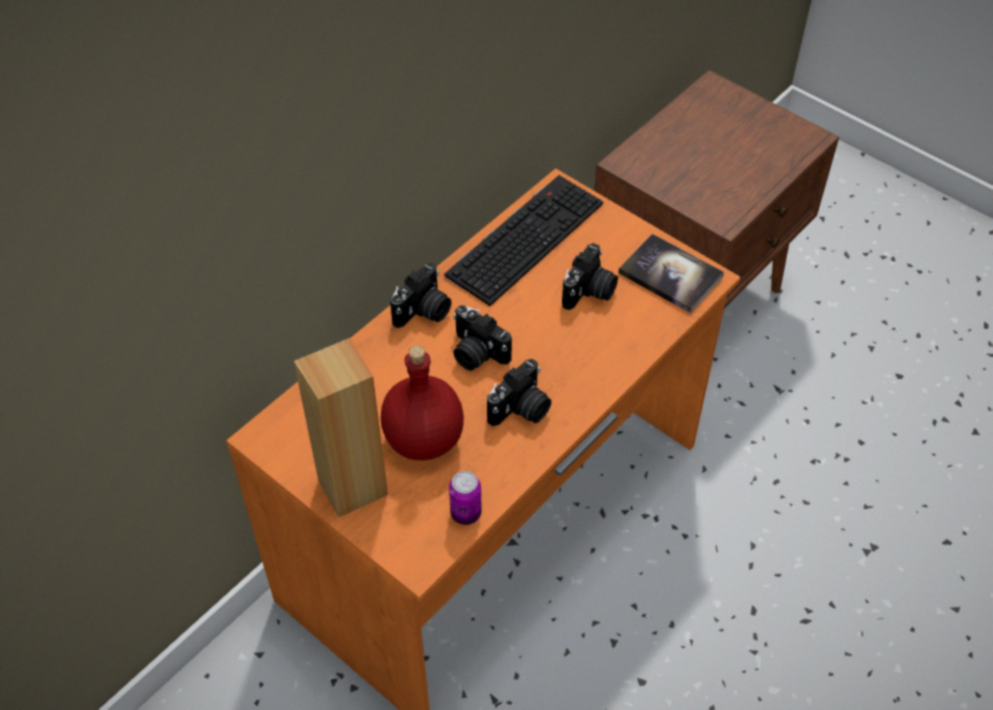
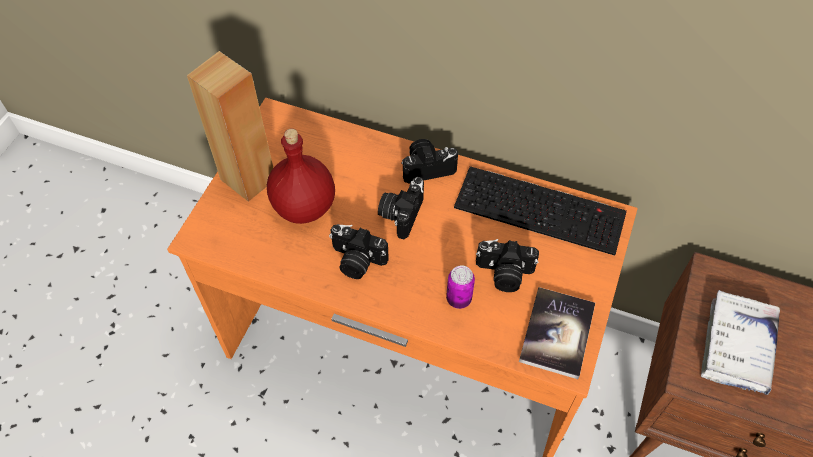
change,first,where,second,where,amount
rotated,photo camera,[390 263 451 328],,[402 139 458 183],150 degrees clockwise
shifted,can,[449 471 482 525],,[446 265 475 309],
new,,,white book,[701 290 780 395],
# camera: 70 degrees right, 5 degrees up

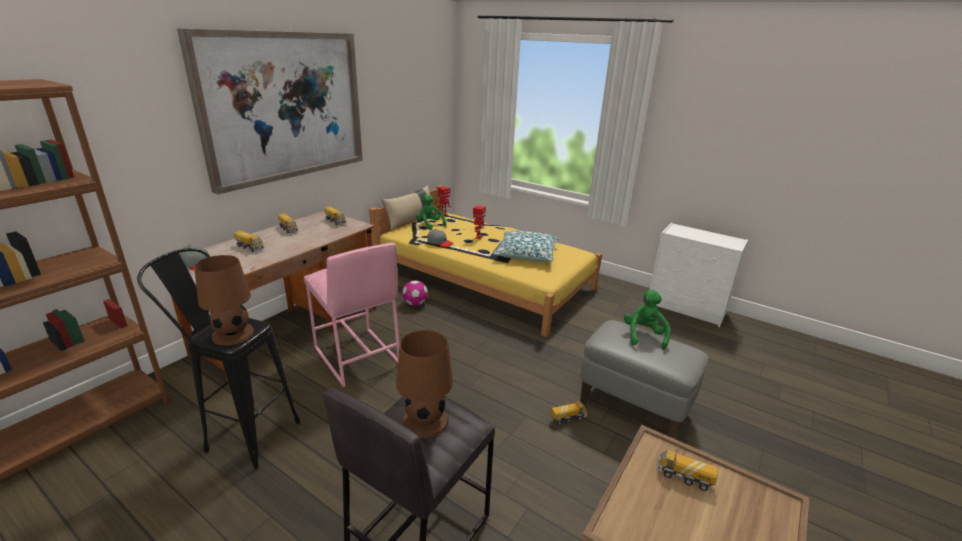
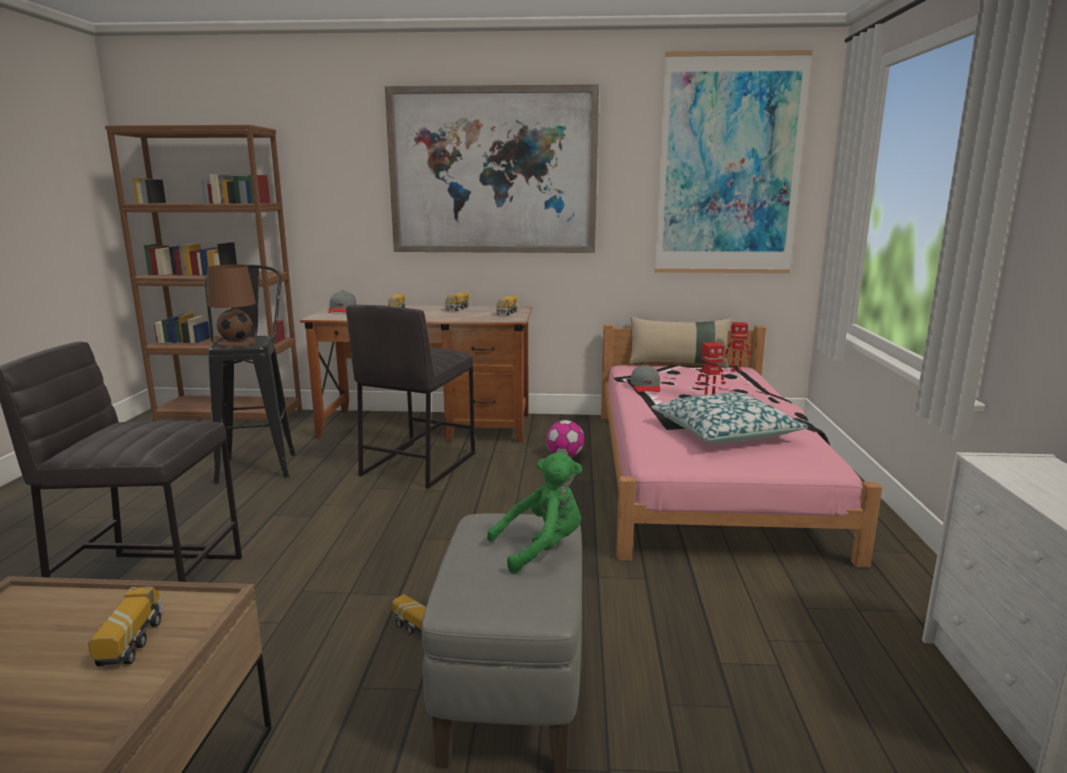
change,first,where,second,where,amount
repainted,yellow bed,[369 185 602 337],pink bed,[601 324 882 568],
gone,green plush toy,[416 194 446 230],,,
repainted,pink stool,[304 243 400 387],grey stool,[346 305 475 489],
gone,brown table lamp,[396 330 453 438],,,
new,,,picture,[655 50 813 273],
# camera: 60 degrees right, 10 degrees down

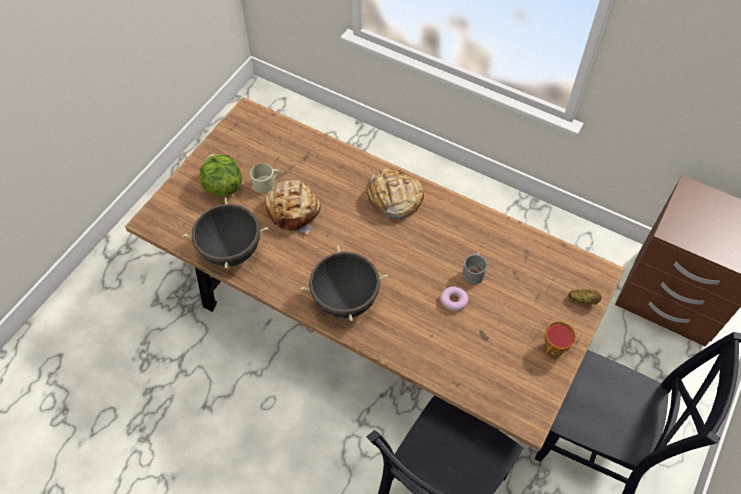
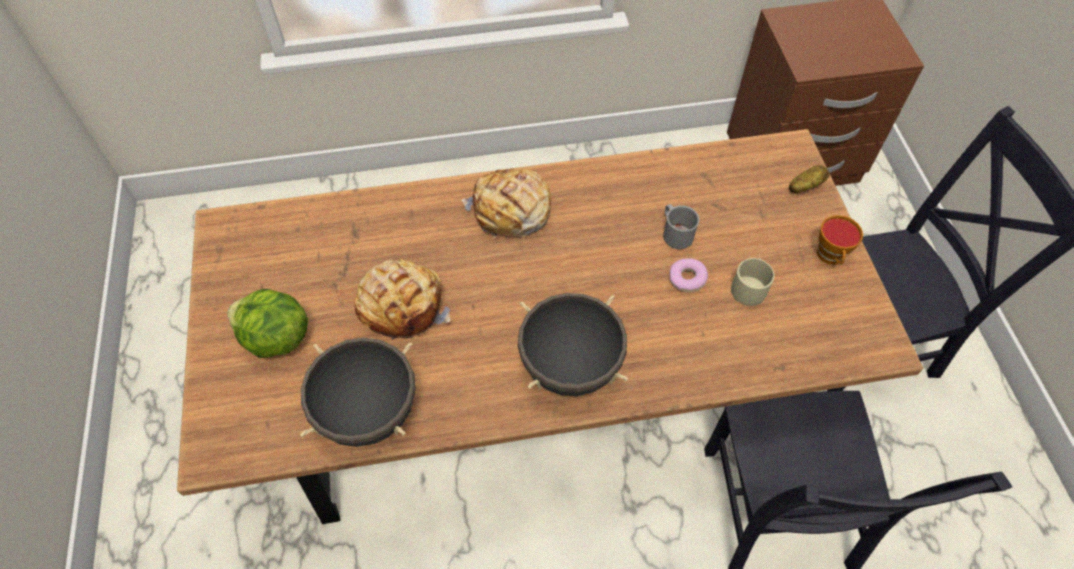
change,first,where,second,where,amount
shifted,beige mug,[250 163 279 194],,[731 258 775 306],
# camera: 40 degrees left, 0 degrees up

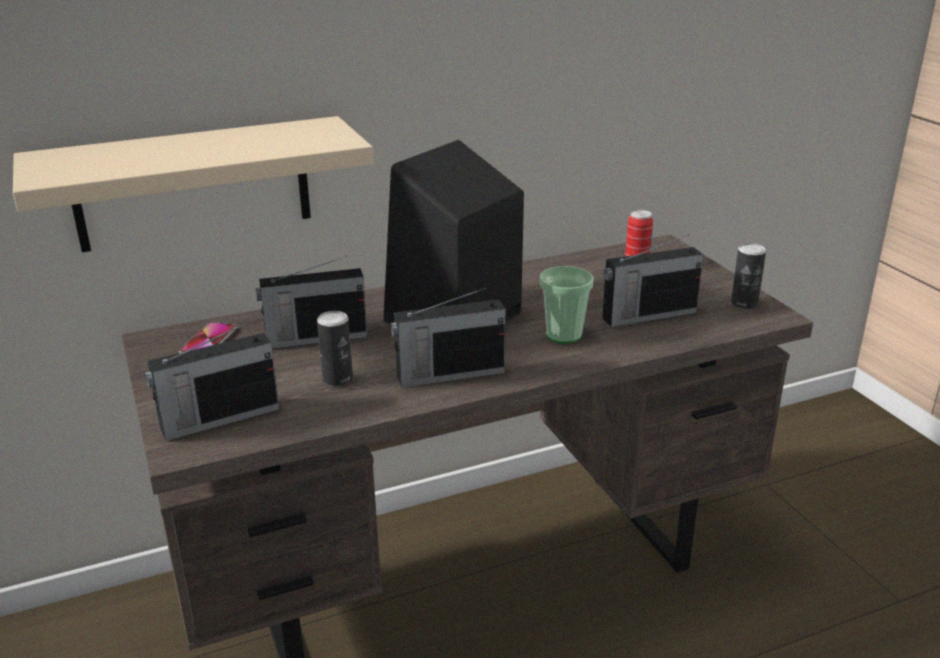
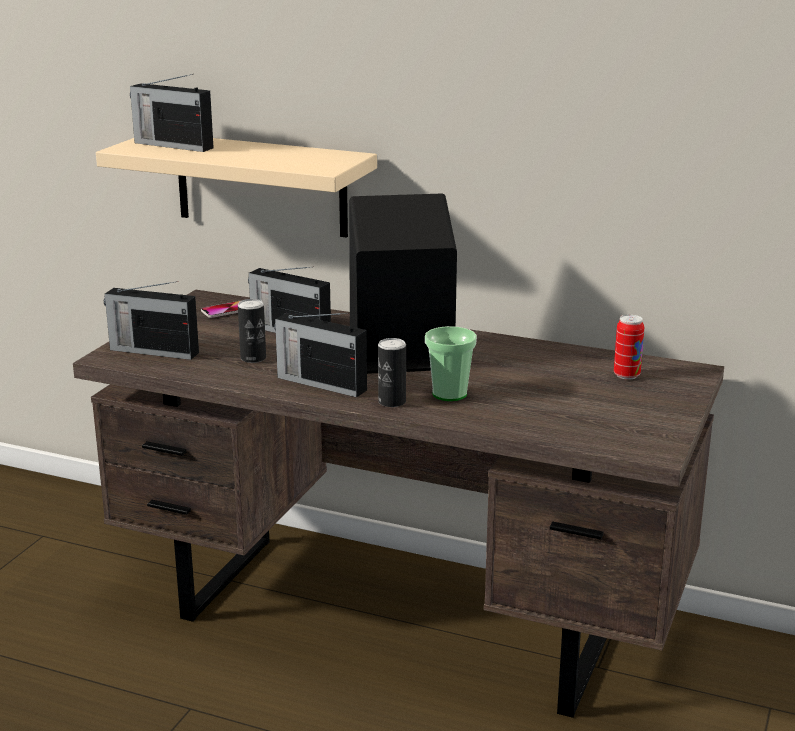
change,first,where,second,where,amount
shifted,radio,[602 235 704 327],,[130 74 214 152],
shifted,can,[731 243 766 309],,[378 338 406 407],
# camera: 45 degrees right, 5 degrees down

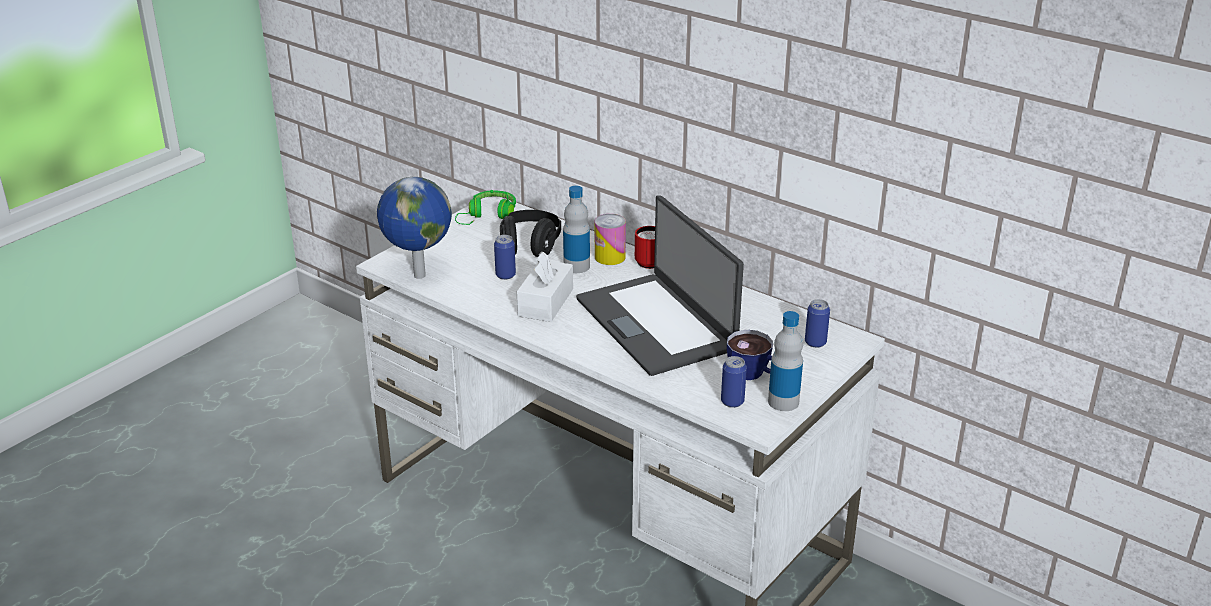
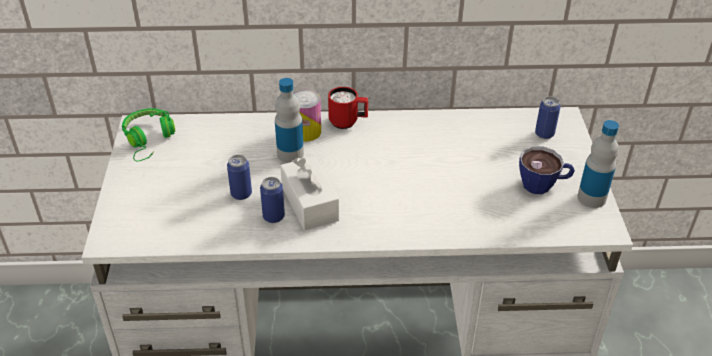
change,first,where,second,where,amount
gone,globe,[377 177 452 279],,,
gone,laptop,[576 195 744 376],,,
gone,black headphones,[500 210 561 257],,,
shifted,can,[721 356 747 408],,[260 177 285 223],
# camera: 40 degrees left, 10 degrees up

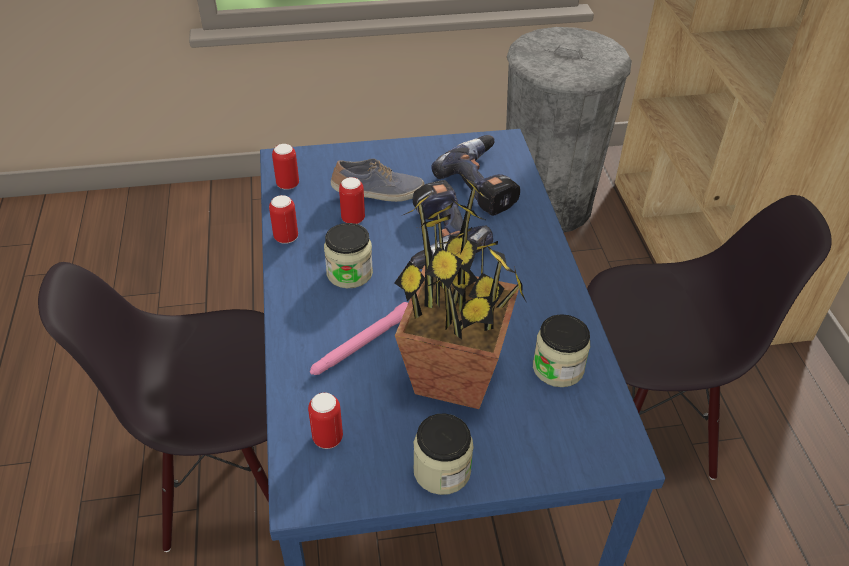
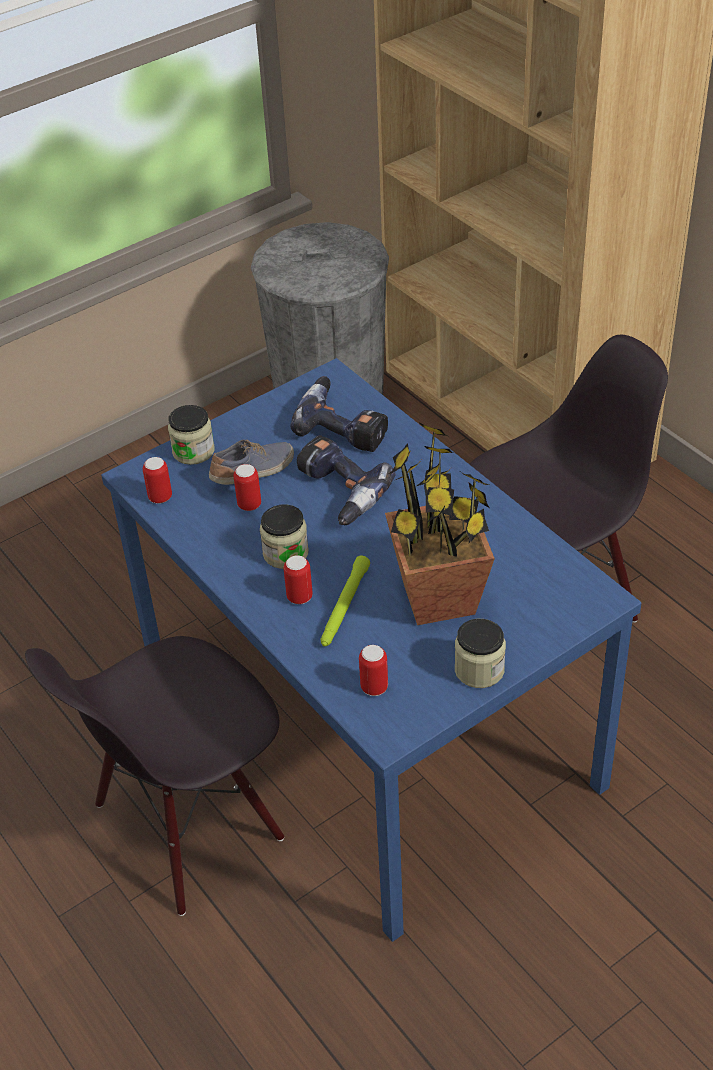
change,first,where,second,where,amount
shifted,can,[269 195 298 244],,[284 555 313 604],
repainted,pink flashlight,[310 302 408 375],green flashlight,[321 556 370 646],
shifted,jar,[533 314 590 387],,[168 405 214 465],
# camera: 25 degrees left, 0 degrees up

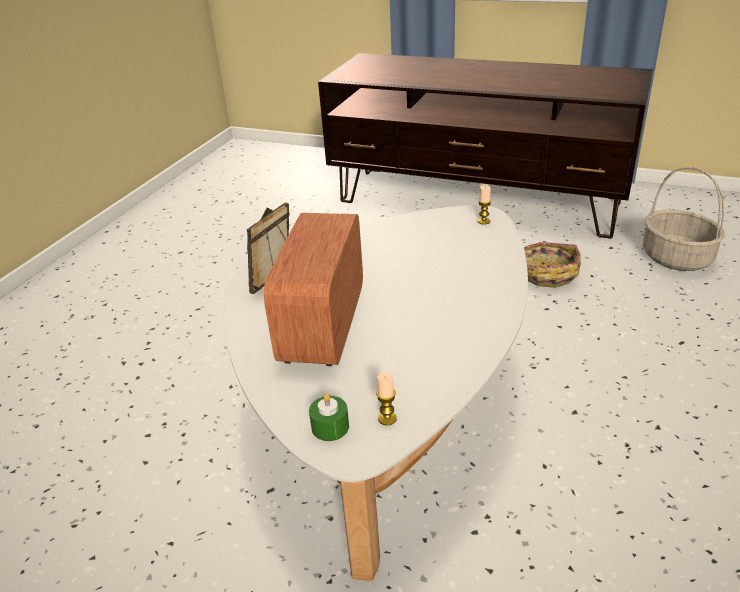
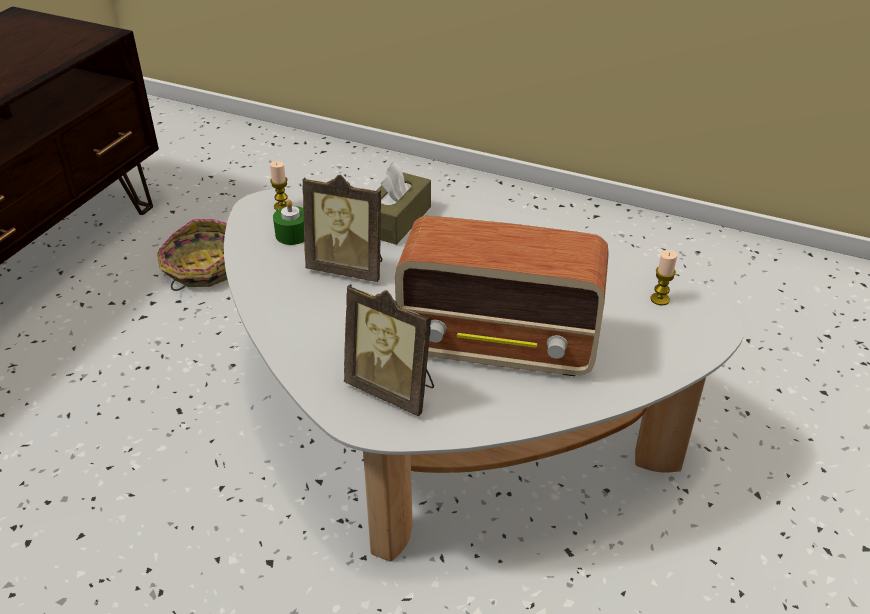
change,first,where,second,where,amount
gone,basket,[643 167 725 271],,,
shifted,green candle,[309 393 349 441],,[273 199 304 245],
new,,,brown tissue box,[376 163 431 245],
new,,,picture frame,[302 175 382 282],
# camera: 90 degrees left, 5 degrees up

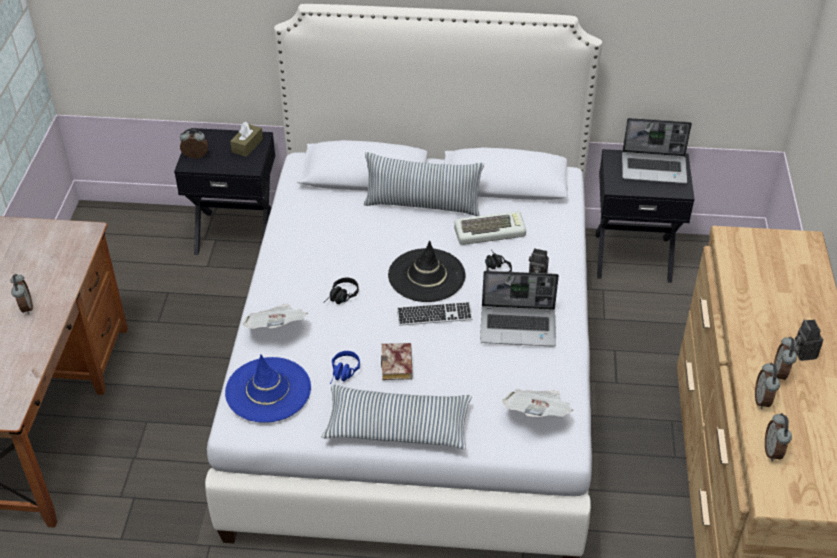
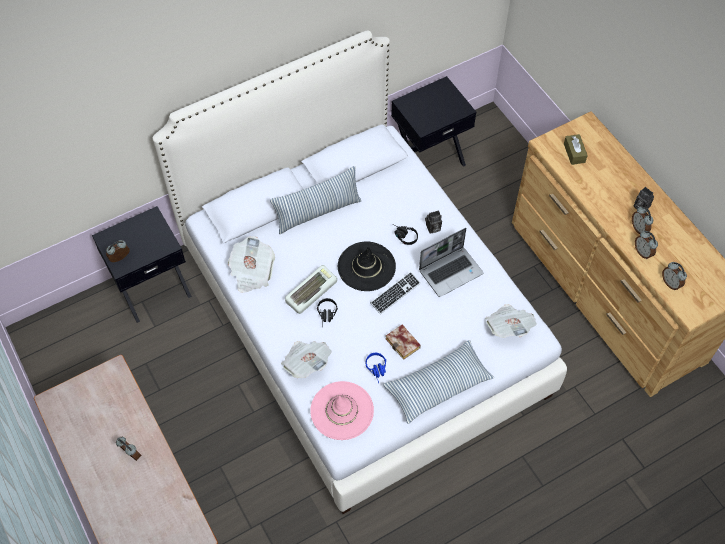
change,first,where,second,where,amount
gone,laptop,[622 118 692 184],,,
shifted,brown tissue box,[230 122 263 157],,[564 134 588 165],
shifted,keyboard,[454 211 526 245],,[285 265 337 314],
repainted,blue hat,[225 354 311 423],pink hat,[310 381 374 440],
new,,,newspaper,[228 236 275 293],
# camera: 35 degrees left, 15 degrees up

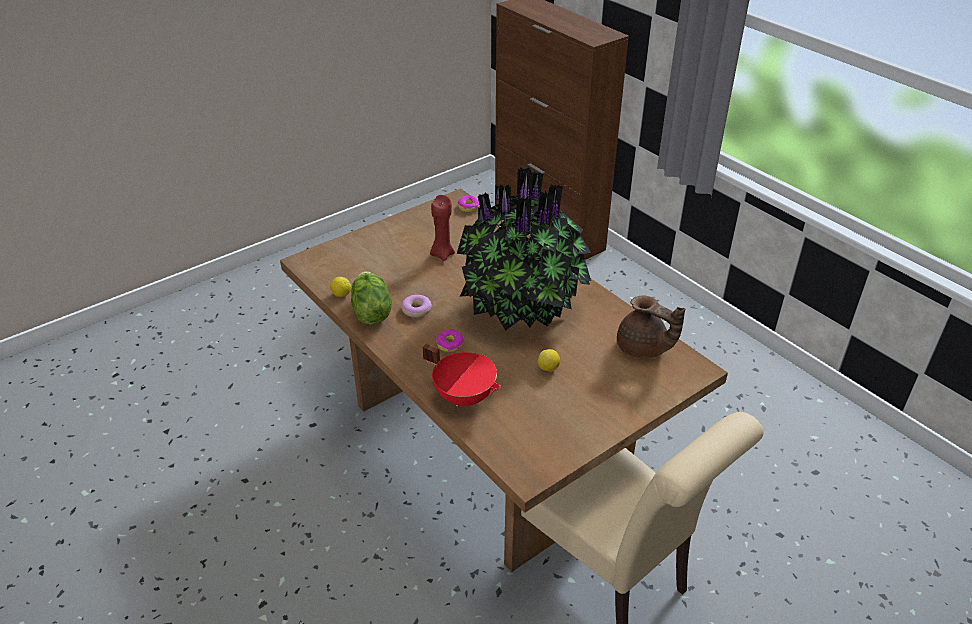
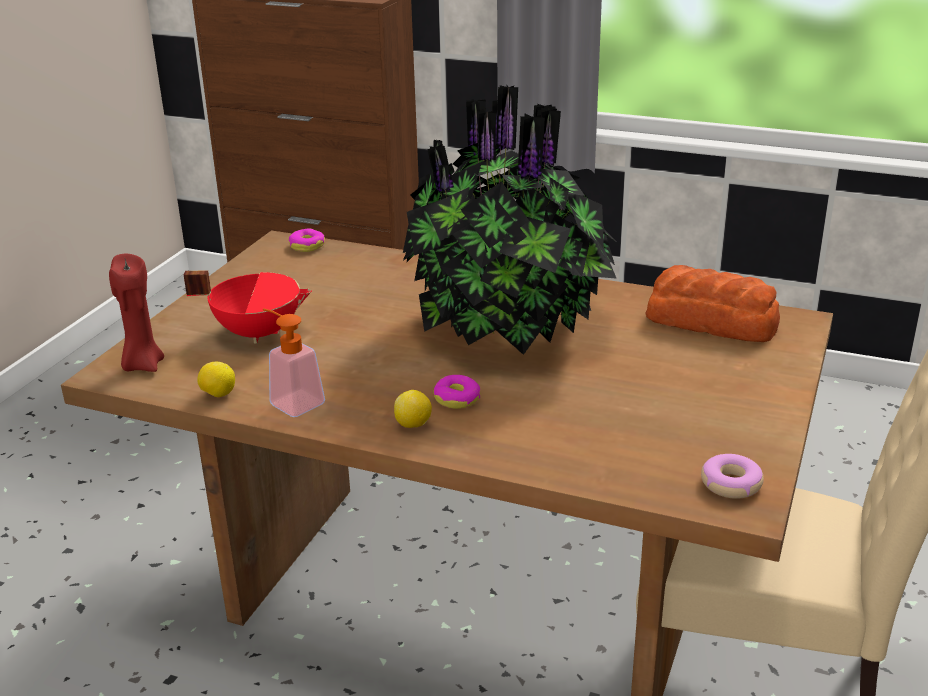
change,first,where,second,where,amount
shifted,red candle,[430 195 455 261],,[109 254 164 372],
swapped,lettuce,[351 272 391 325],soap dispenser,[263 308 325 417],
shifted,donut,[401 295 432 318],,[701 454 764 499],
swapped,brown teapot,[617 296 685 359],bread,[646 265 780 342],
shifted,red cooking pot,[423 344 501 407],,[184 270 312 343],
shifted,lemon,[538 349 560 371],,[394 390 432 428],
# camera: 30 degrees left, 10 degrees down

